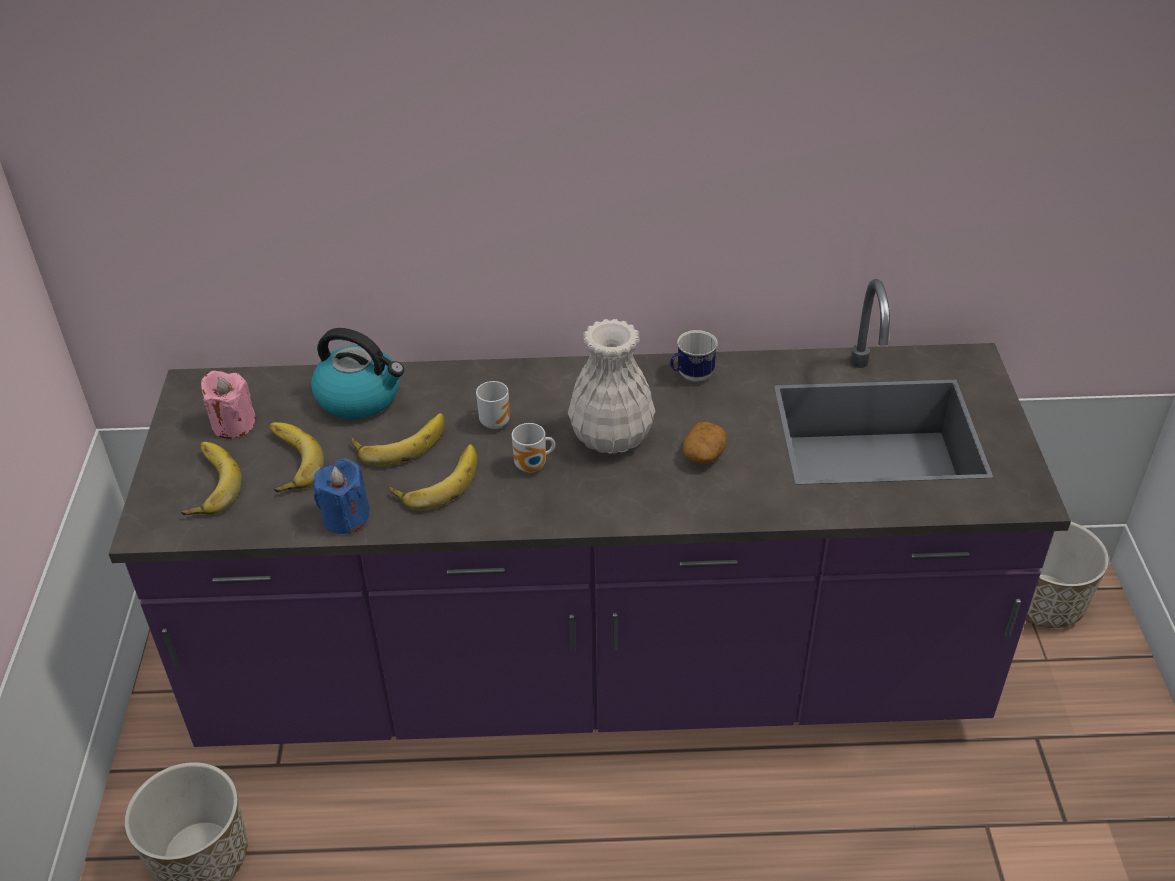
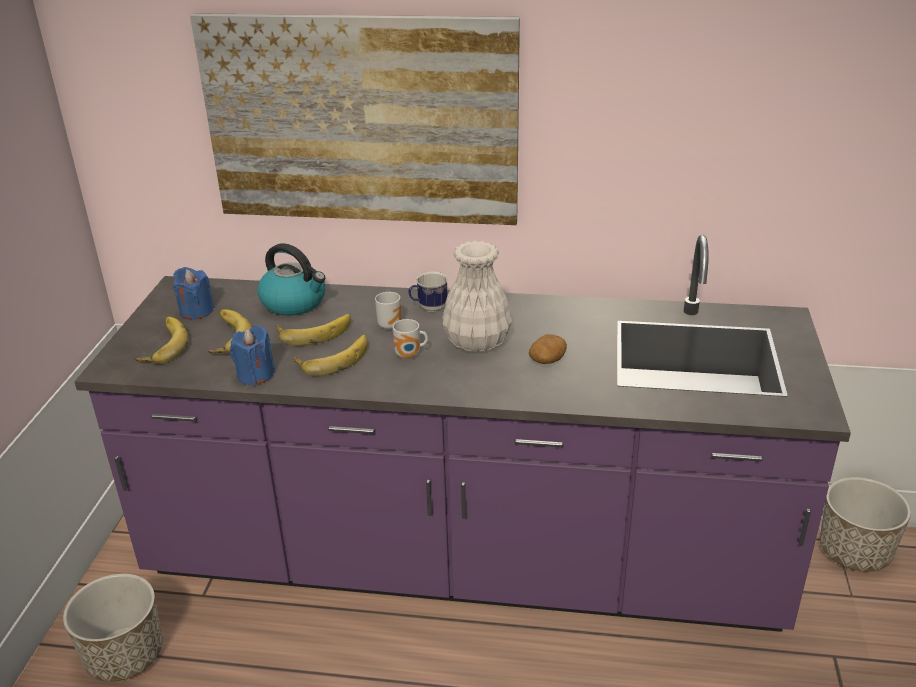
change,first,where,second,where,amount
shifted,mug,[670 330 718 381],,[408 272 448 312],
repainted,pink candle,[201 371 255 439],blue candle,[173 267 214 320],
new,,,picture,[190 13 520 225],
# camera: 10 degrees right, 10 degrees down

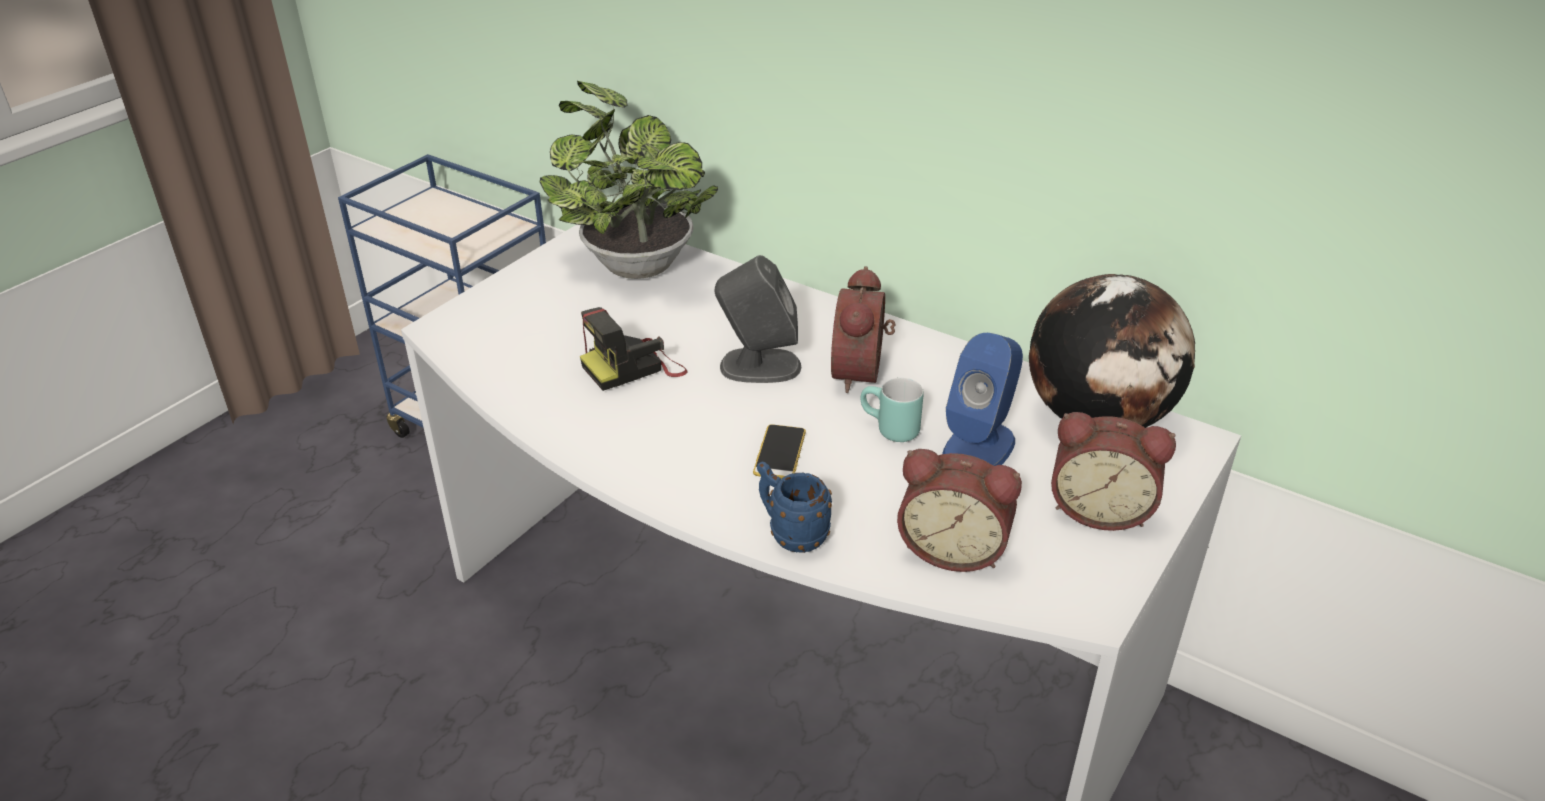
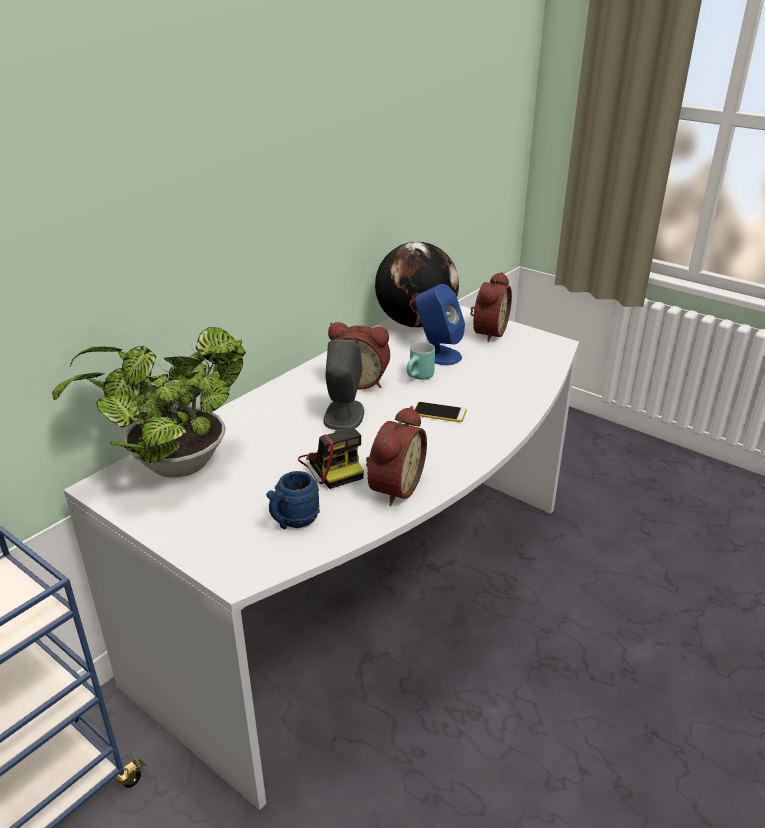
change,first,where,second,where,amount
shifted,alarm clock,[897 449 1022 572],,[366 406 427 506],
shifted,blue mug,[757 462 832 553],,[266 471 320 529],
# camera: 85 degrees left, 5 degrees down

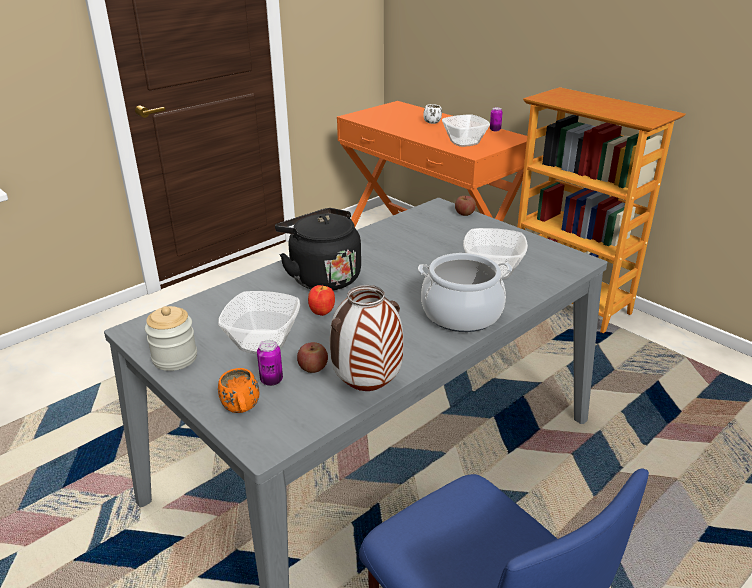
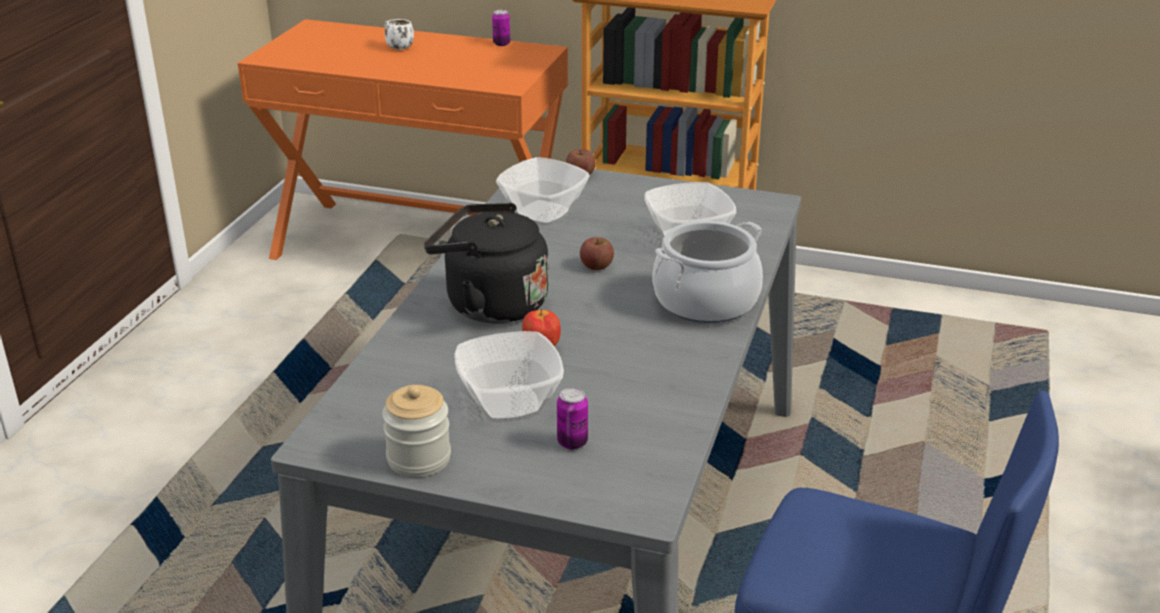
change,first,where,second,where,amount
shifted,bowl,[442 114 490 147],,[496 157 590 226],
gone,vase,[330 285 404 391],,,
shifted,apple,[297 342 328 373],,[580 237 614 270],
gone,orange mug,[218 368 259 413],,,
# camera: 30 degrees left, 0 degrees up

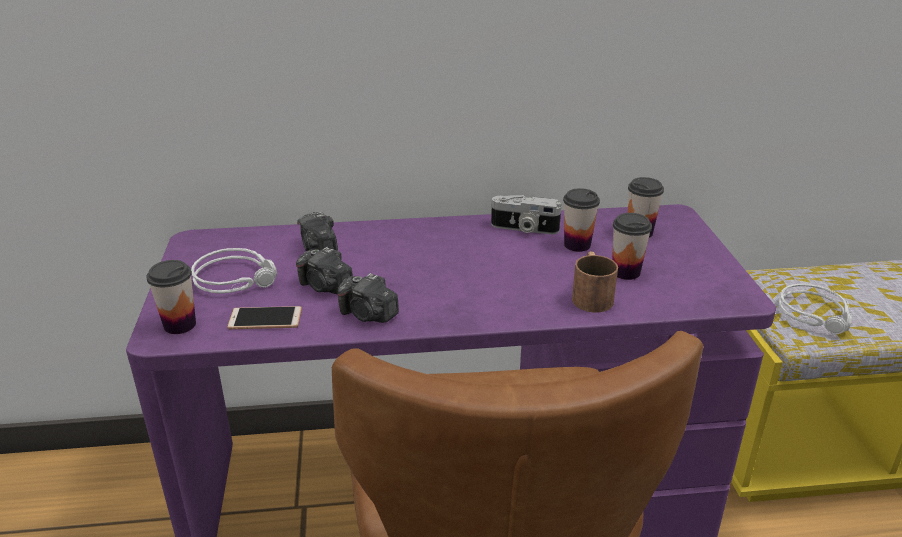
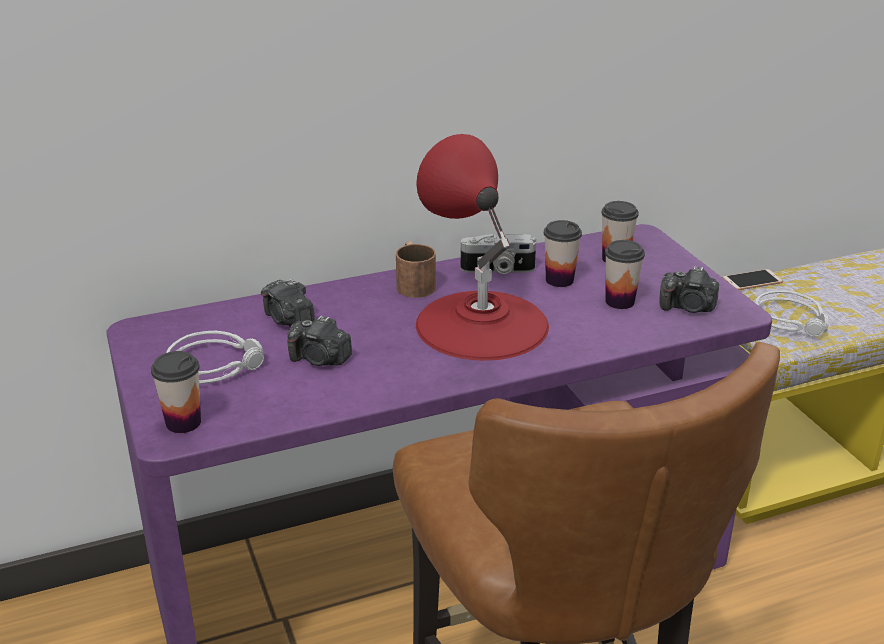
change,first,where,second,where,amount
shifted,brown mug,[572 251 618 312],,[396 241 436 298],
shifted,photo camera,[337 273 399 323],,[659 266 719 313],
shifted,phone,[227 306 302 329],,[722 269 783 290],
new,,,red table lamp,[416 134 549 361],
# camera: 15 degrees left, 0 degrees up

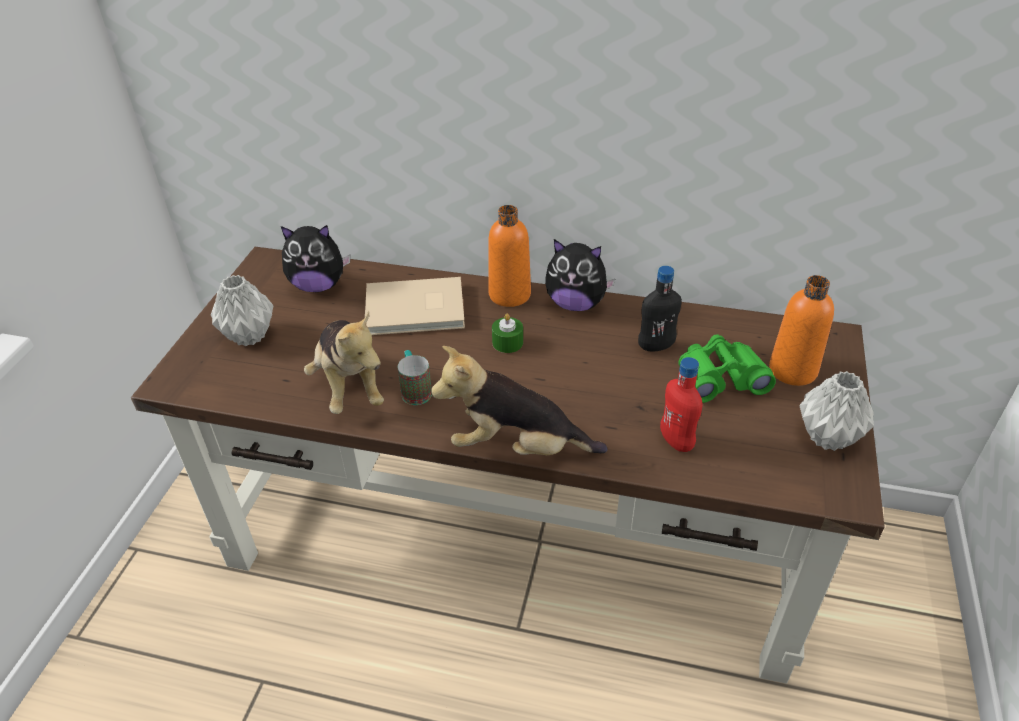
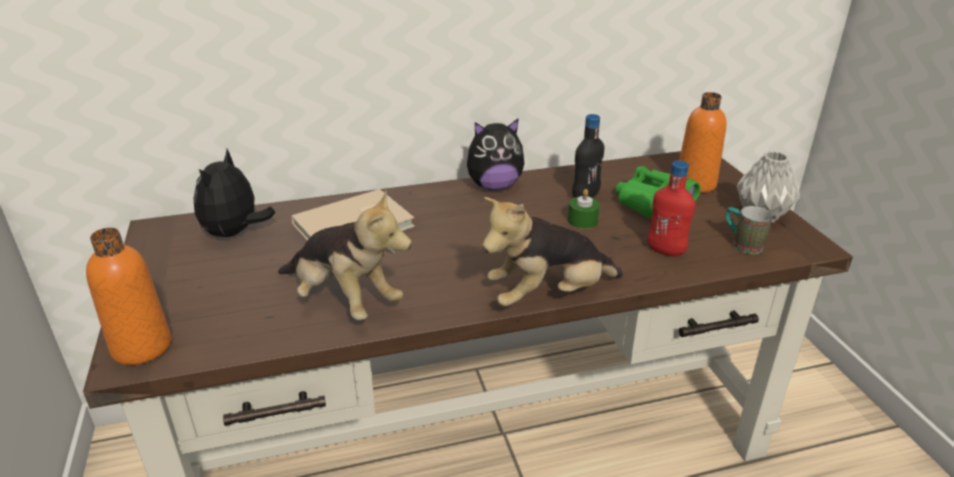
change,first,where,second,where,amount
shifted,orange bottle,[488 205 531 307],,[86 228 171 365],
rotated,plush toy,[281 225 351 292],,[193 149 275 237],135 degrees clockwise
gone,grey vase,[211 275 273 346],,,
shifted,green candle,[492 313 523 353],,[568 189 600 229],
shifted,mug,[398 350 432 405],,[726 206 772 254],
# camera: 30 degrees left, 10 degrees down

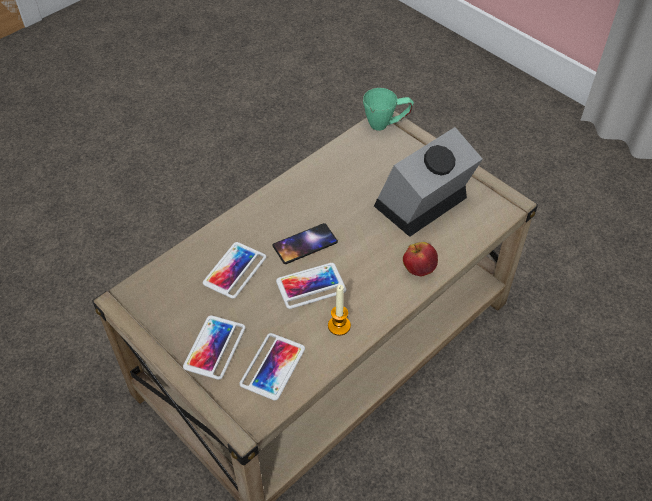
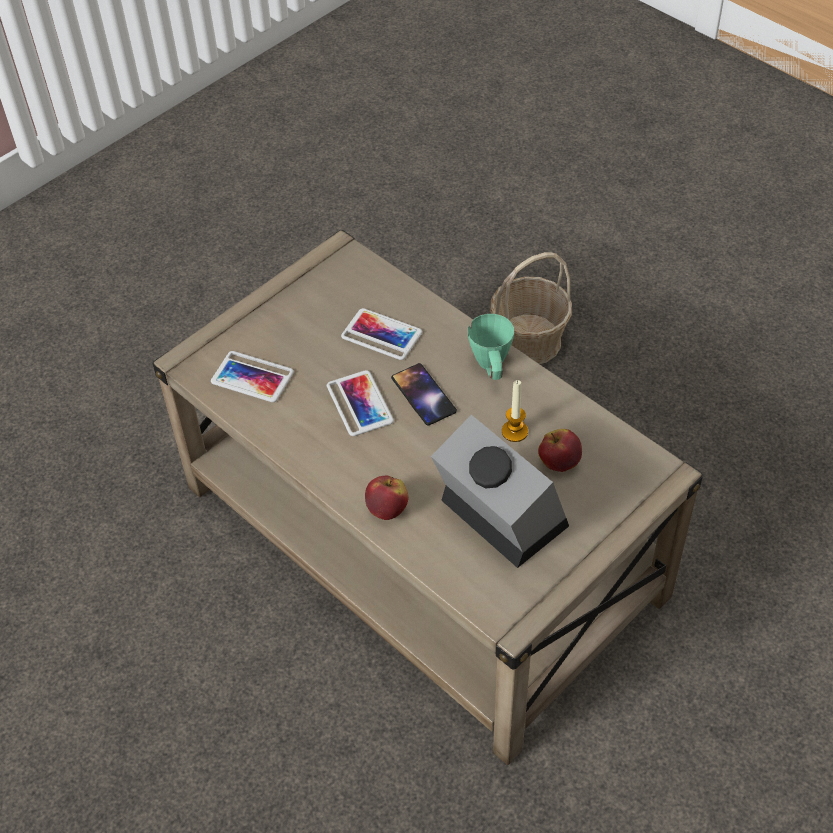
change,first,where,second,where,amount
shifted,green mug,[363 88 414 131],,[468 314 514 380],
shifted,candle,[328 285 351 336],,[502 380 528 442],
gone,phone,[183 315 246 380],,,
new,,,basket,[490 252 572 364],
new,,,apple,[538 429 582 472],
# camera: 90 degrees right, 0 degrees up

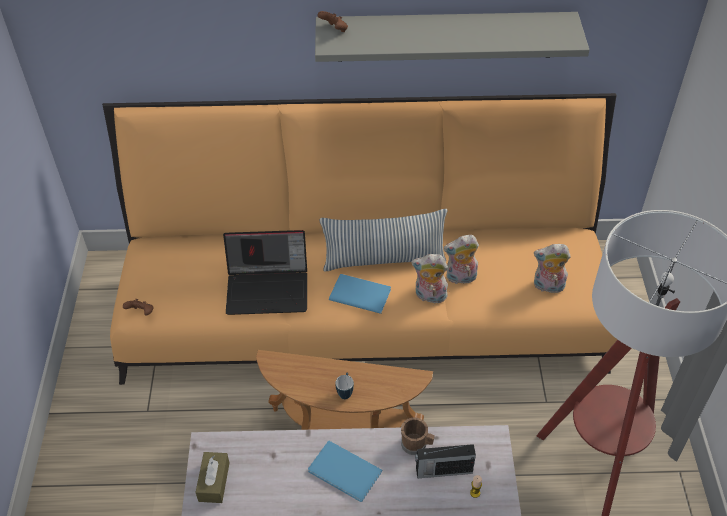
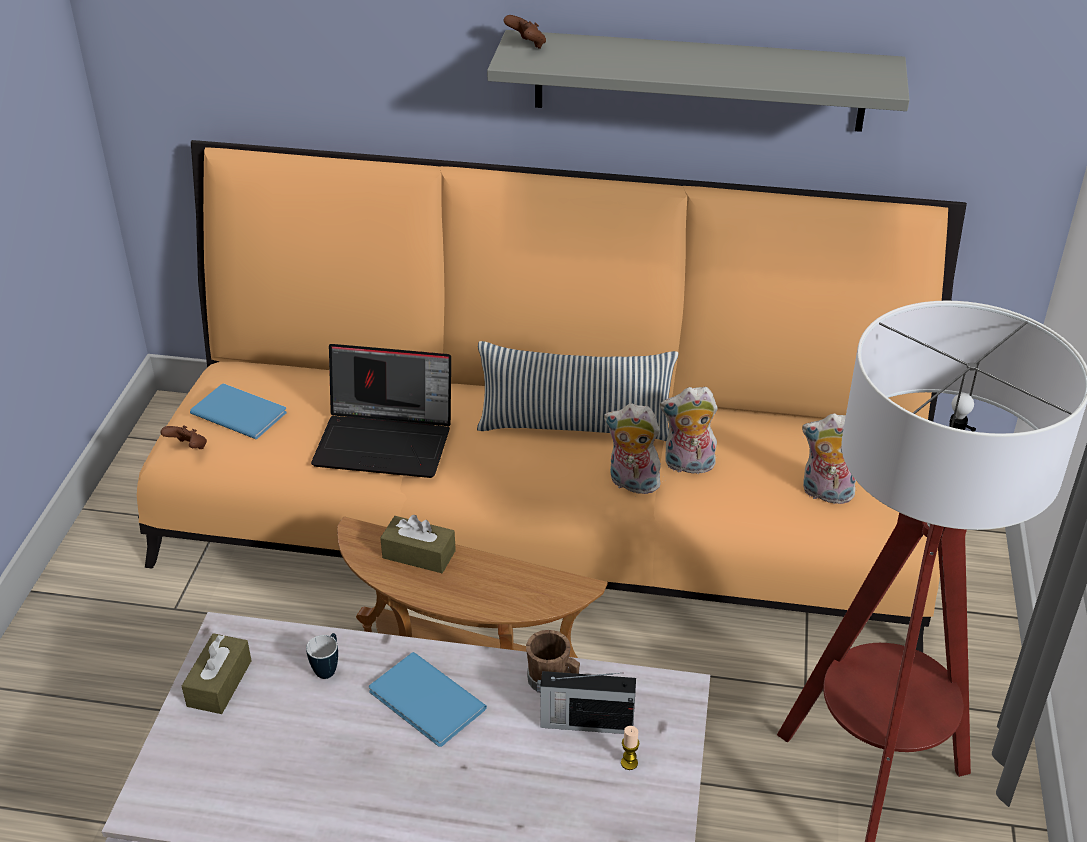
change,first,where,second,where,amount
shifted,blue book,[329 274 391 314],,[190 384 287 439],
shifted,mug,[335 372 354 399],,[306 633 338 679],
new,,,brown tissue box,[380 515 456 573],
# camera: 10 degrees right, 10 degrees down

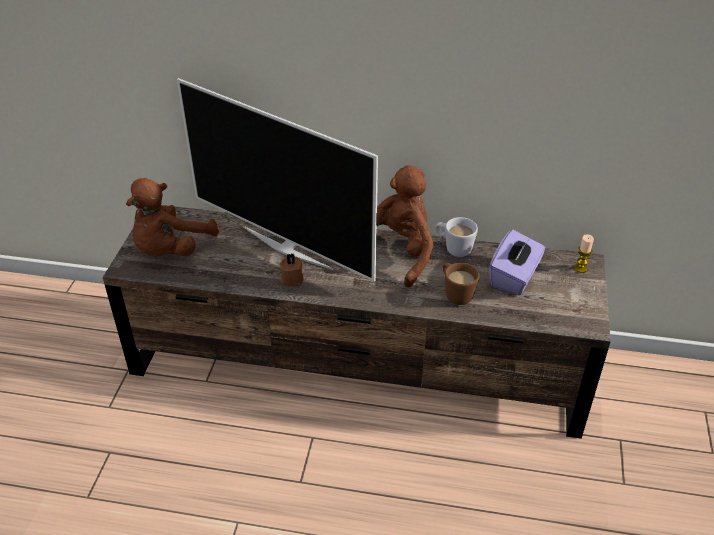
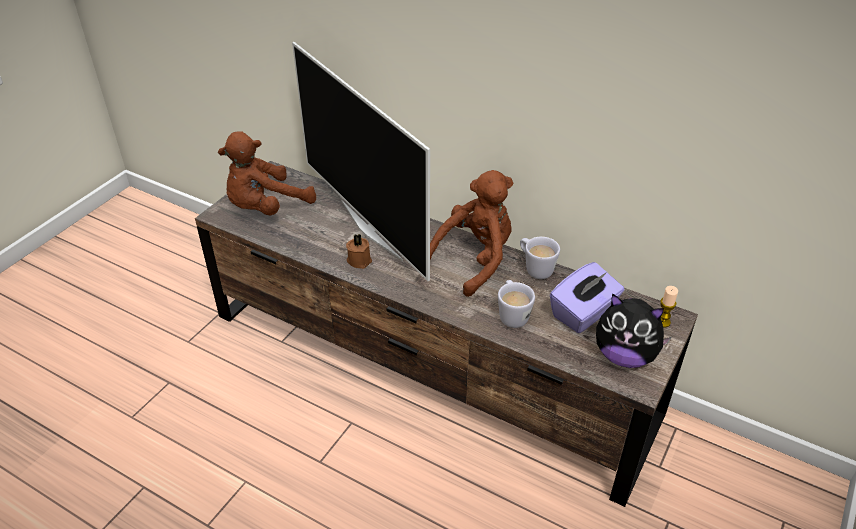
change,first,where,second,where,amount
repainted,brown mug,[443 263 479 305],white mug,[498 280 535 328],
new,,,plush toy,[596 293 672 368],
# camera: 20 degrees right, 0 degrees up

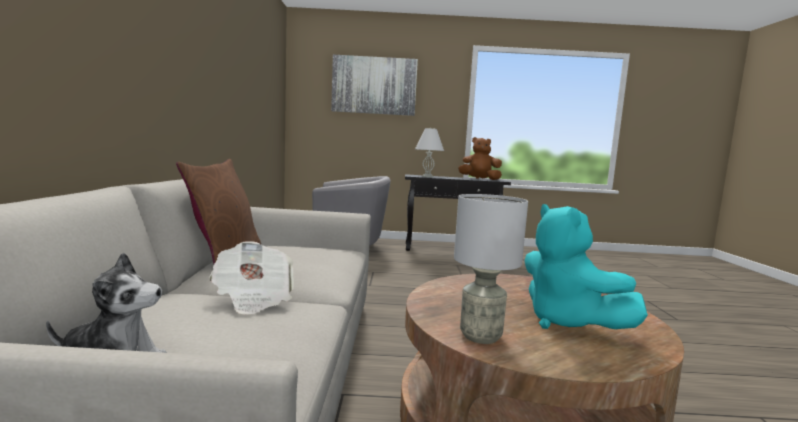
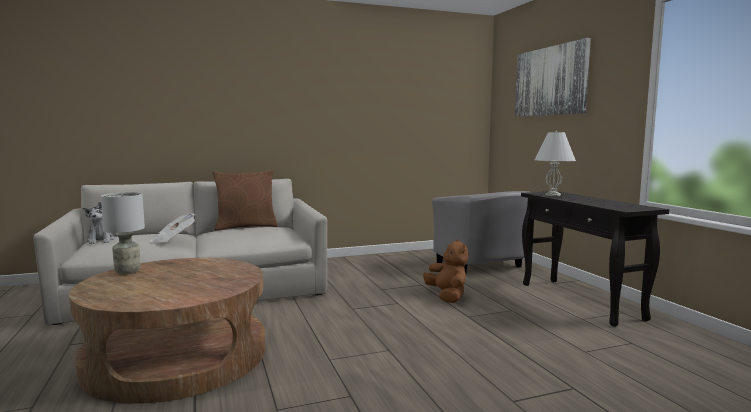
change,first,where,second,where,amount
shifted,brown plush toy,[458 137 502 180],,[423 239 468 303],
gone,turquoise plush toy,[524 204 648 329],,,
# camera: 70 degrees right, 0 degrees up

